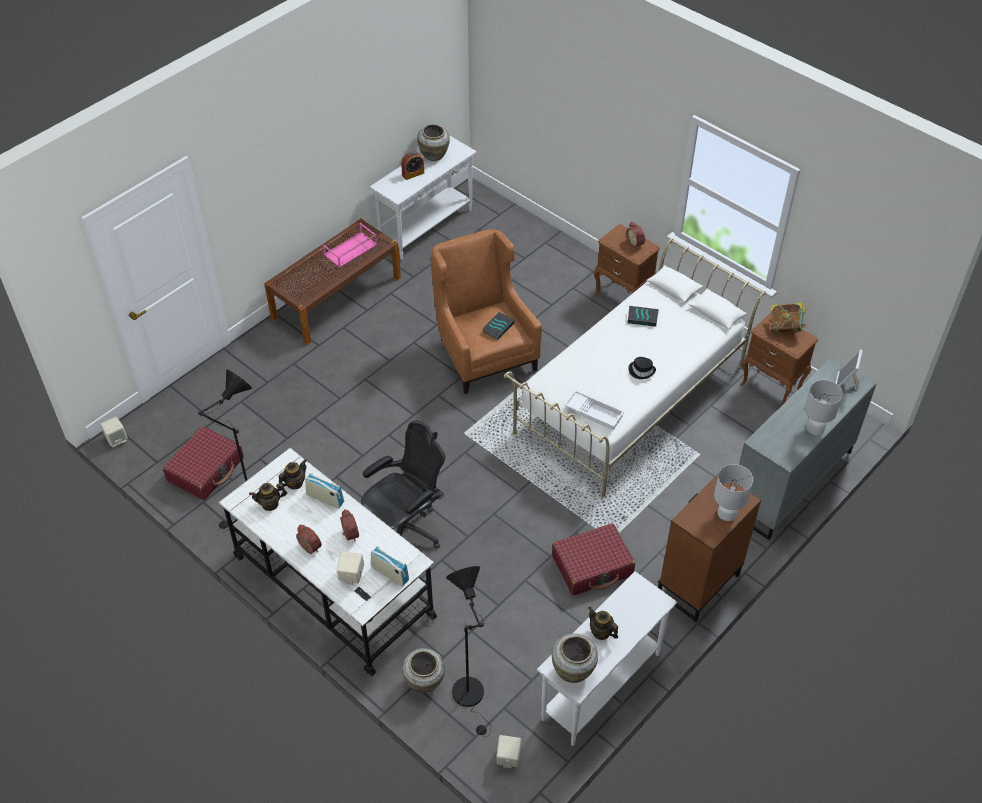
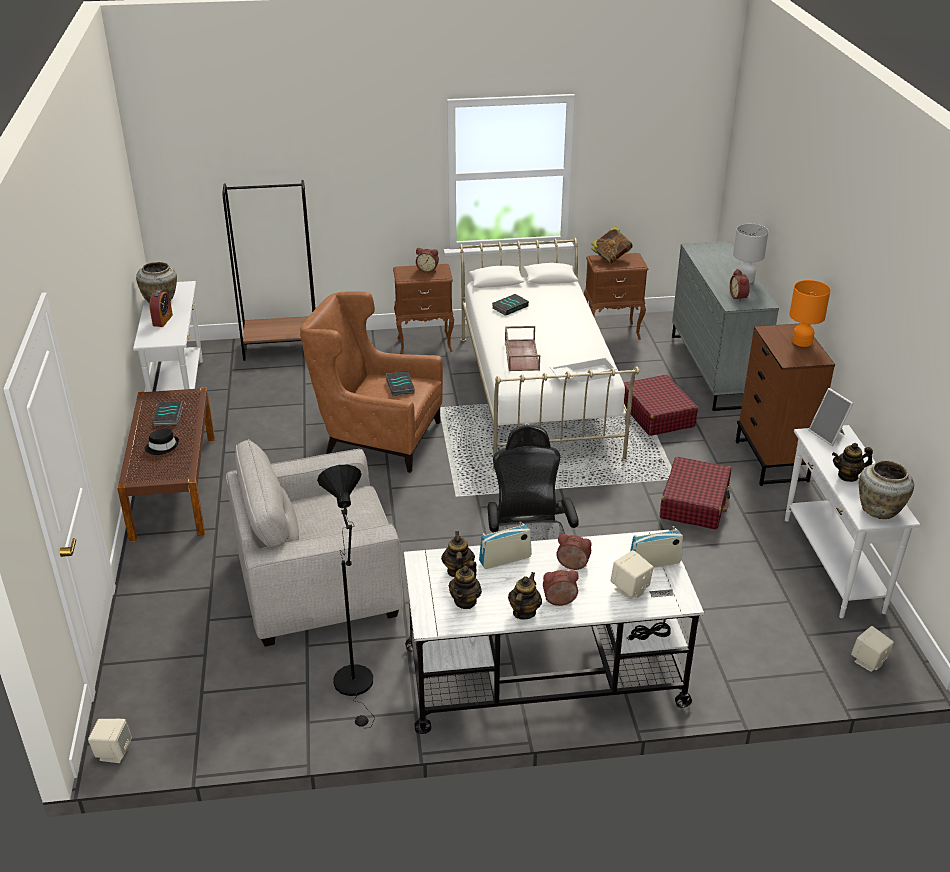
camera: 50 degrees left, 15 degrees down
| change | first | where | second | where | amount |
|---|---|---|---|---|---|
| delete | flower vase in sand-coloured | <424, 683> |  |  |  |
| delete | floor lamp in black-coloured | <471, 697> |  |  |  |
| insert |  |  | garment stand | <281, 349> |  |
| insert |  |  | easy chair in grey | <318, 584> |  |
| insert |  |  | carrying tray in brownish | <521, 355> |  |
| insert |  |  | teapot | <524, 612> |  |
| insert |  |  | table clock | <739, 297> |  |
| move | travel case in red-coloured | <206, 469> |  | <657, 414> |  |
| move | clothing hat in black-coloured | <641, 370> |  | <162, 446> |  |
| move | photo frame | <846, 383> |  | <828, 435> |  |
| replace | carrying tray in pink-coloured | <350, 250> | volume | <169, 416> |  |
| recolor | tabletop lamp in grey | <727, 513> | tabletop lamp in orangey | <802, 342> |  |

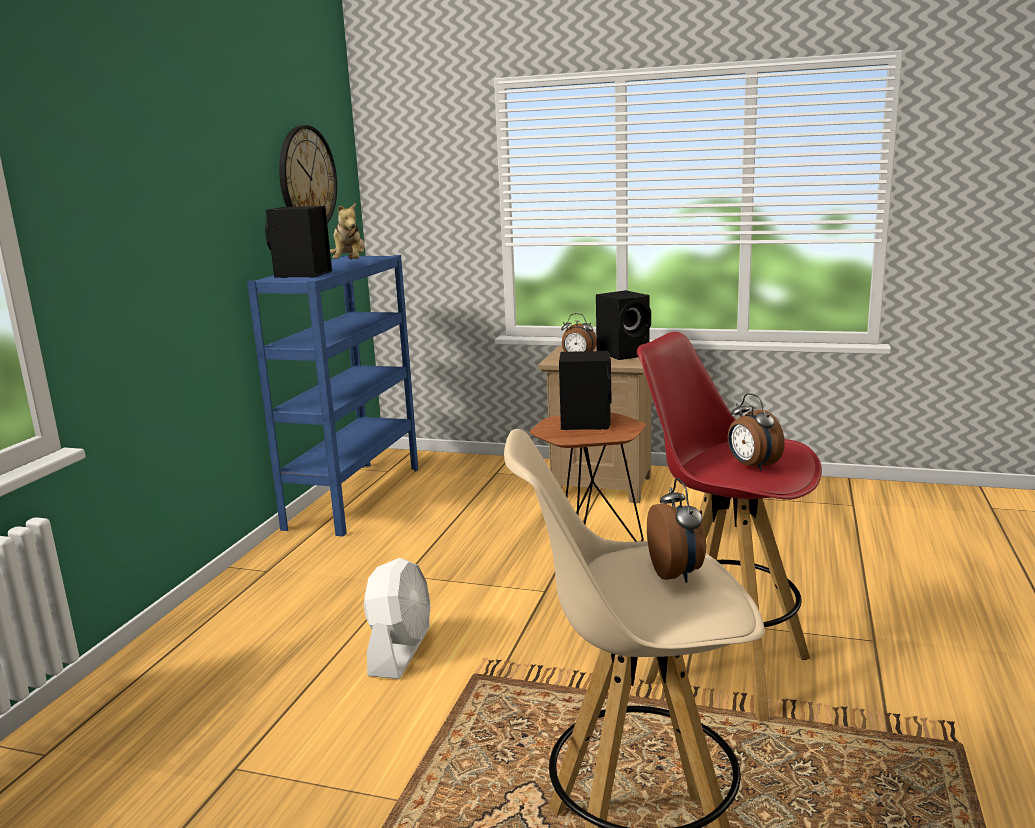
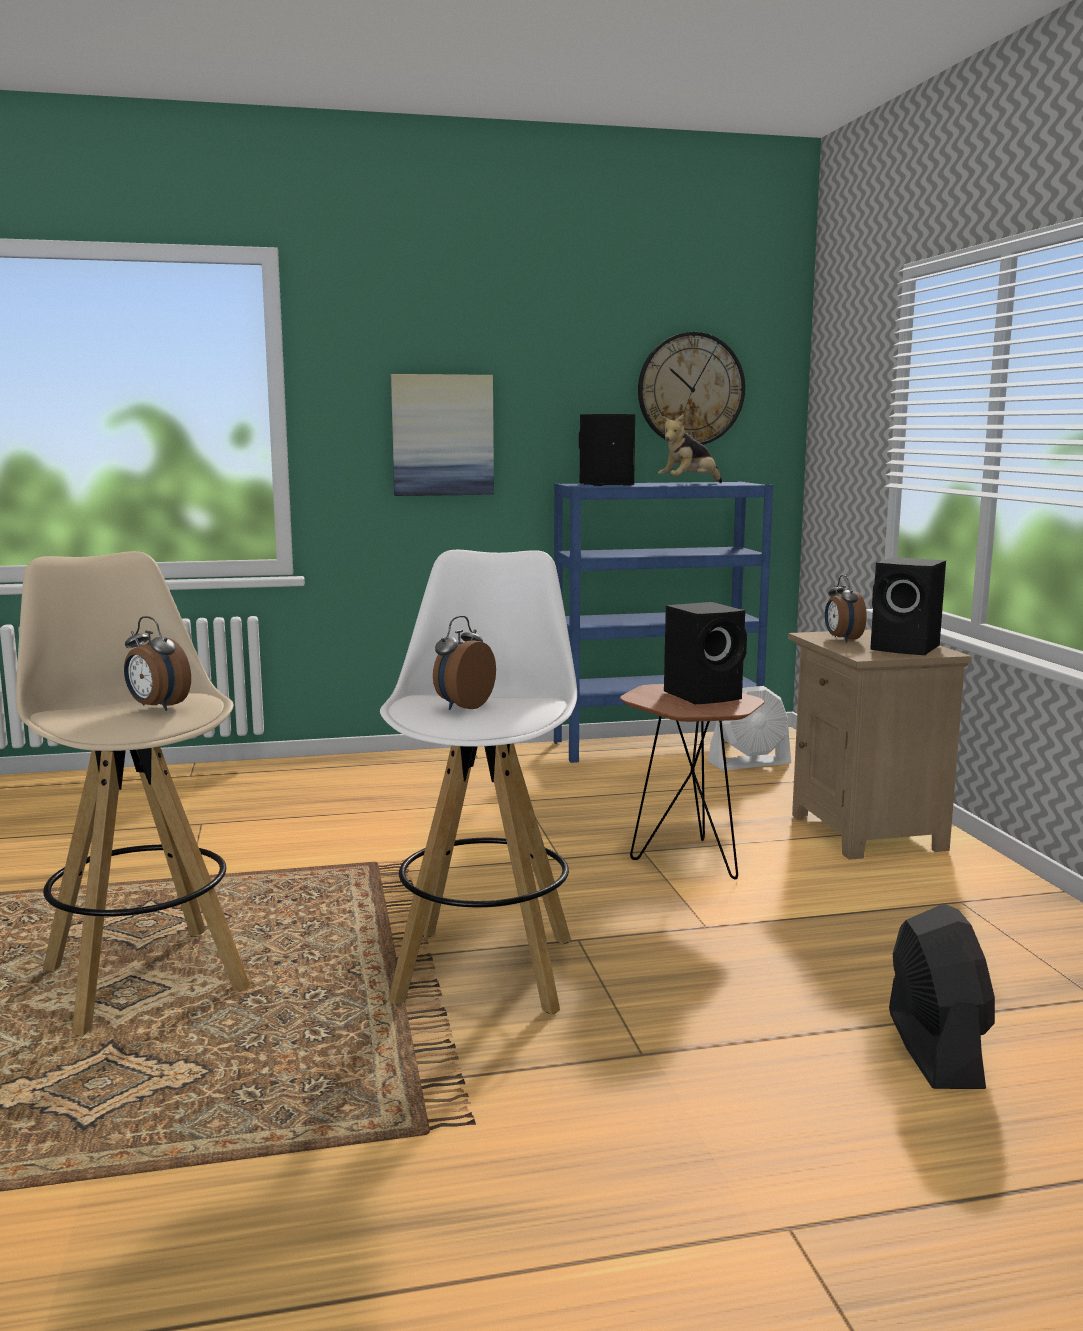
camera: 60 degrees right, 5 degrees down
| change | first | where | second | where | amount |
|---|---|---|---|---|---|
| insert |  |  | wall art | <442, 435> |  |
| insert |  |  | fan in black-coloured | <934, 1048> |  |
| move | fan in whitish | <400, 651> |  | <749, 763> |  |
| recolor | sitting stool in red-coloured | <723, 667> | sitting stool in whitish | <487, 968> |  |
| rotate | table clock | <677, 573> |  | <156, 707> | 75 degrees clockwise |

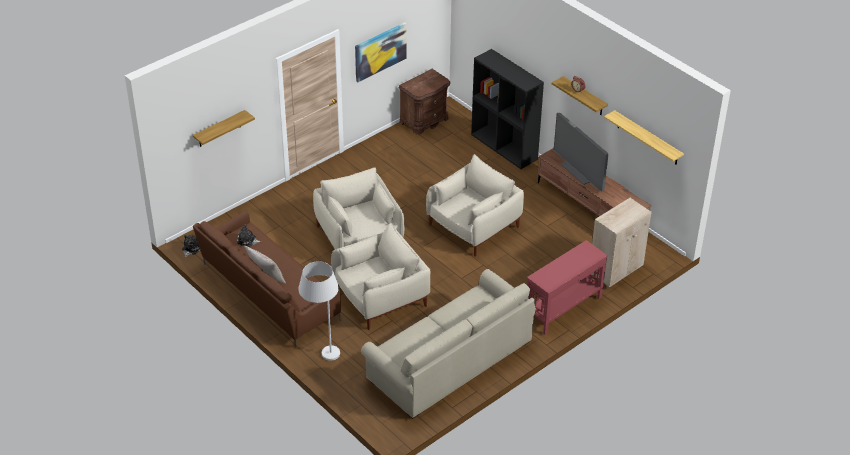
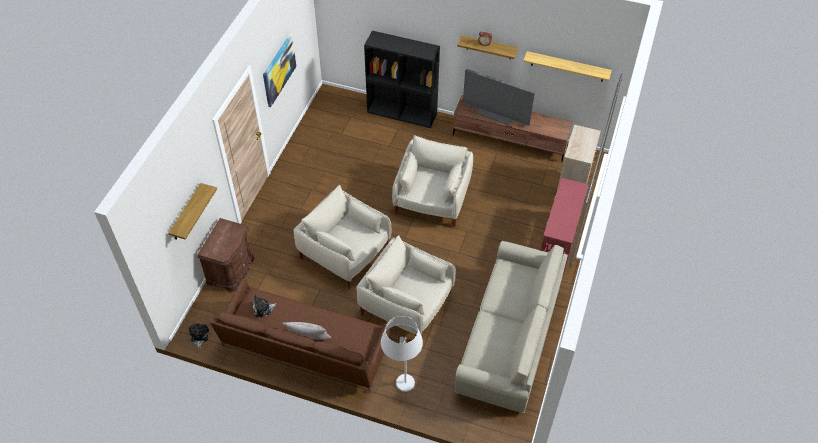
camera: 30 degrees left, 10 degrees up
| change | first | where | second | where | amount |
|---|---|---|---|---|---|
| move | nightstand in brownish | <425, 121> |  | <232, 270> |  |
| rotate | easy chair in sand-coloured | <381, 297> |  | <406, 303> | 90 degrees counterclockwise |

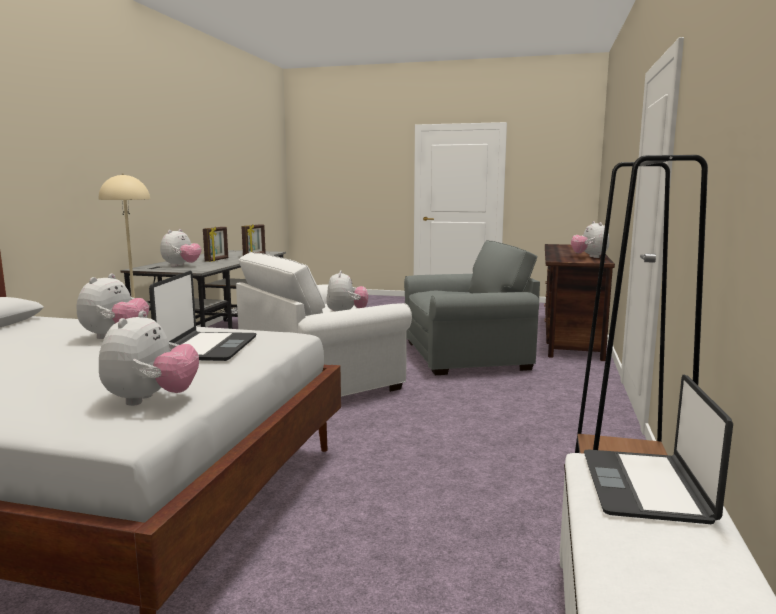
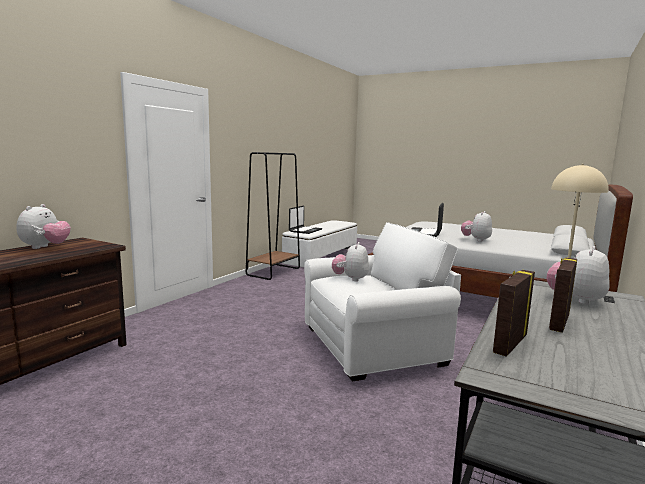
camera: 165 degrees left, 0 degrees up
| change | first | where | second | where | amount |
|---|---|---|---|---|---|
| delete | cuddly toy | <151, 400> |  |  |  |
| delete | easy chair in grey | <464, 355> |  |  |  |

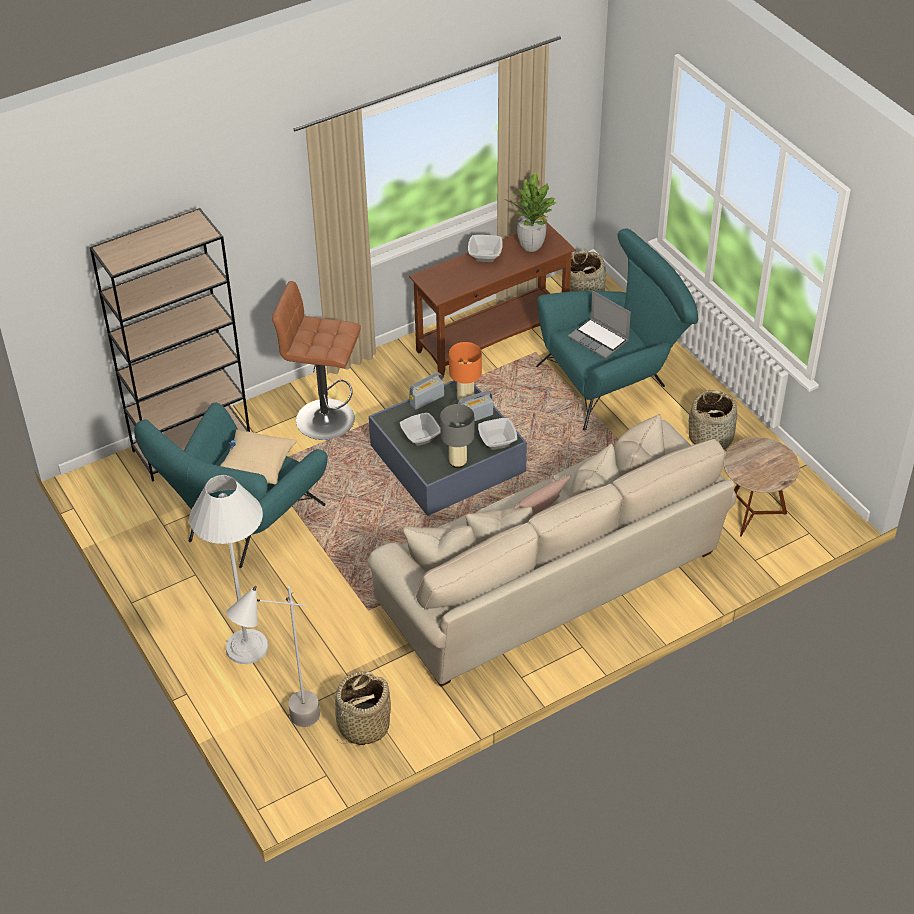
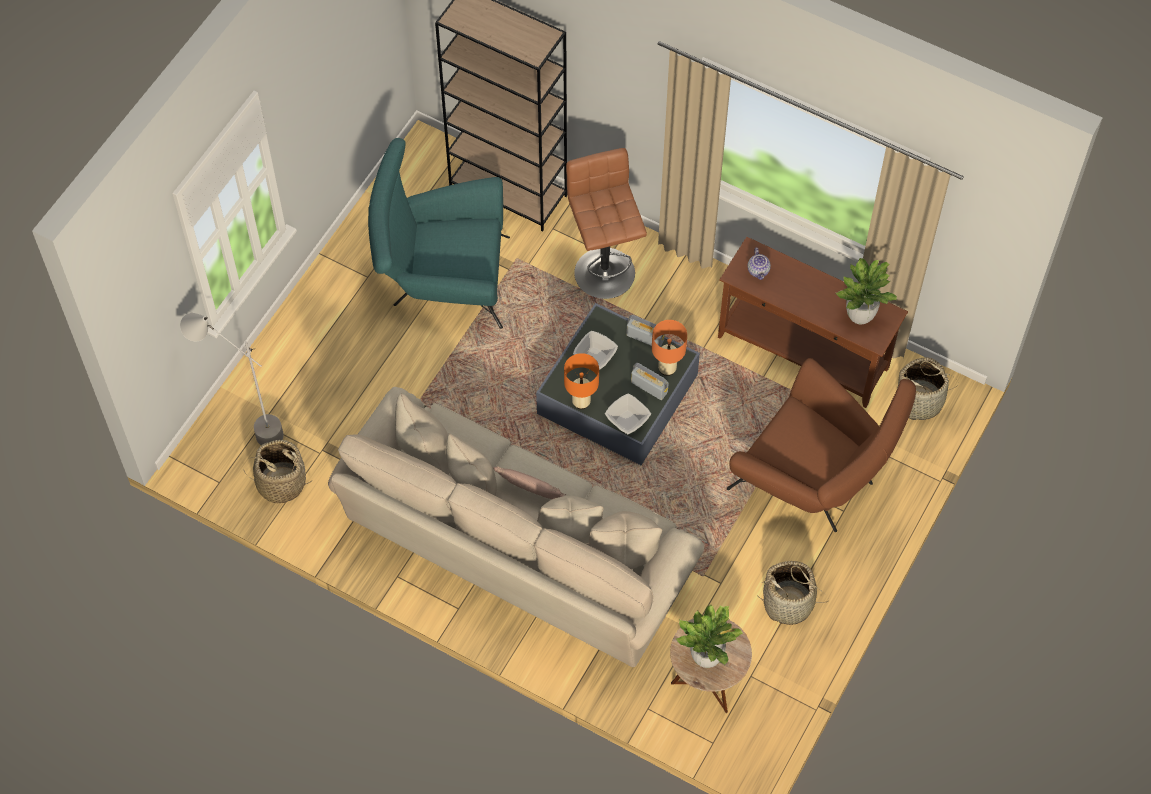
camera: 60 degrees right, 15 degrees up
| change | first | where | second | where | amount |
|---|---|---|---|---|---|
| delete | floor lamp in whitish | <246, 647> |  |  |  |
| delete | cushion in sand-coloured | <257, 466> |  |  |  |
| delete | serving bowl | <485, 255> |  |  |  |
| delete | portable computer | <599, 339> |  |  |  |
| insert |  |  | plant in a pot | <707, 657> |  |
| insert |  |  | teapot | <759, 271> |  |
| recolor | tabletop lamp in grey | <457, 462> | tabletop lamp in orangey | <581, 401> |  |
| recolor | easy chair in turquoise | <613, 380> | easy chair in brownish | <813, 483> |  |

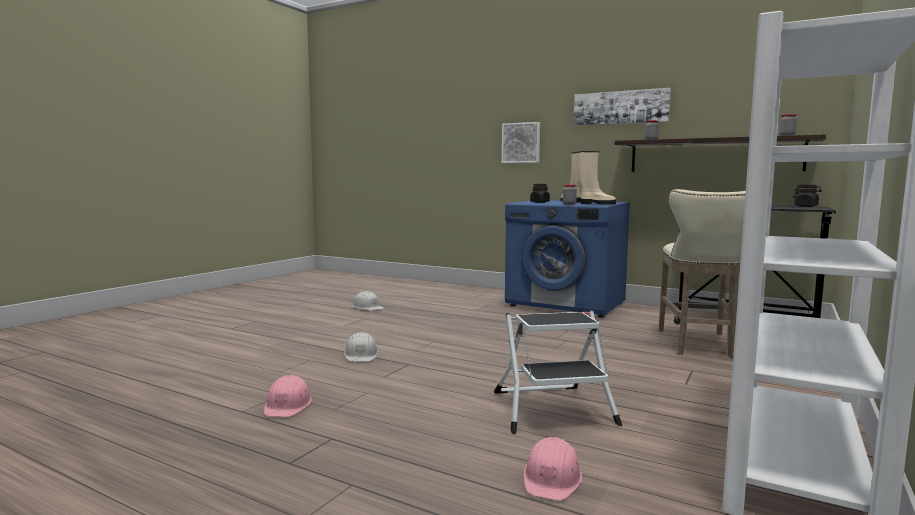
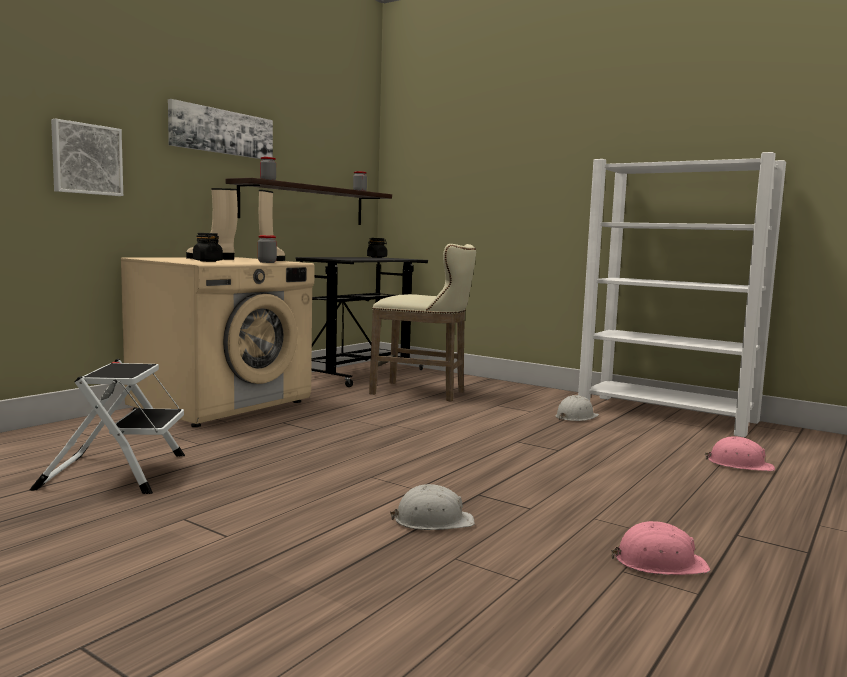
camera: 85 degrees left, 0 degrees up
| change | first | where | second | where | amount |
|---|---|---|---|---|---|
| move | work helmet in whitish | <367, 307> |  | <576, 417> |  |
| move | stepladder | <551, 409> |  | <115, 472> |  |
| recolor | laundry machine in bluish | <566, 305> | laundry machine in sand-coloured | <224, 406> |  |

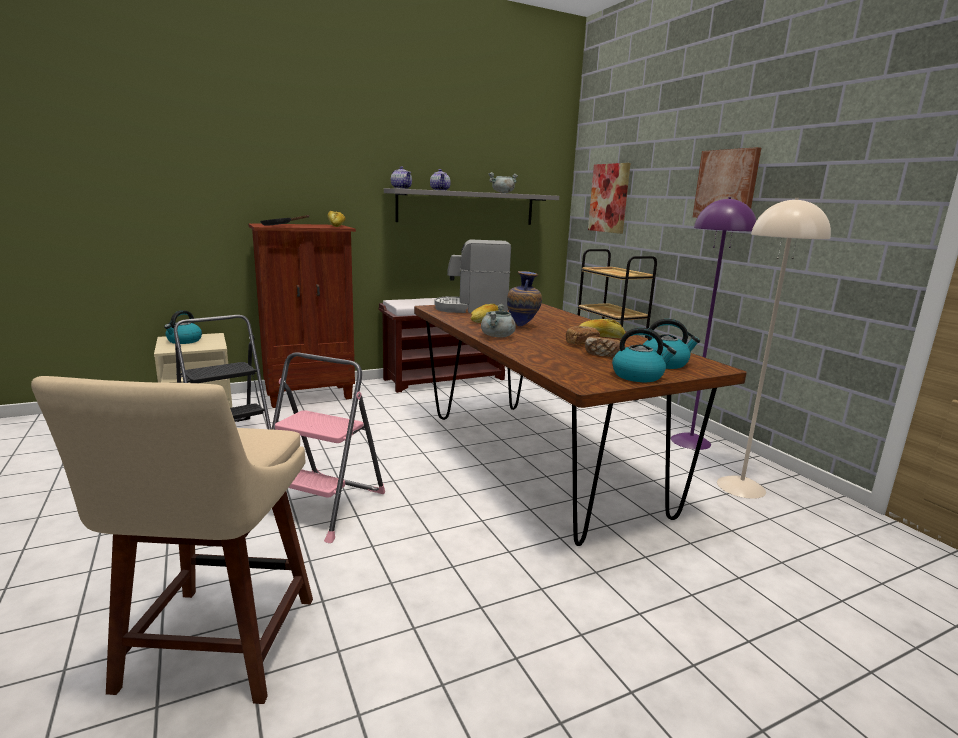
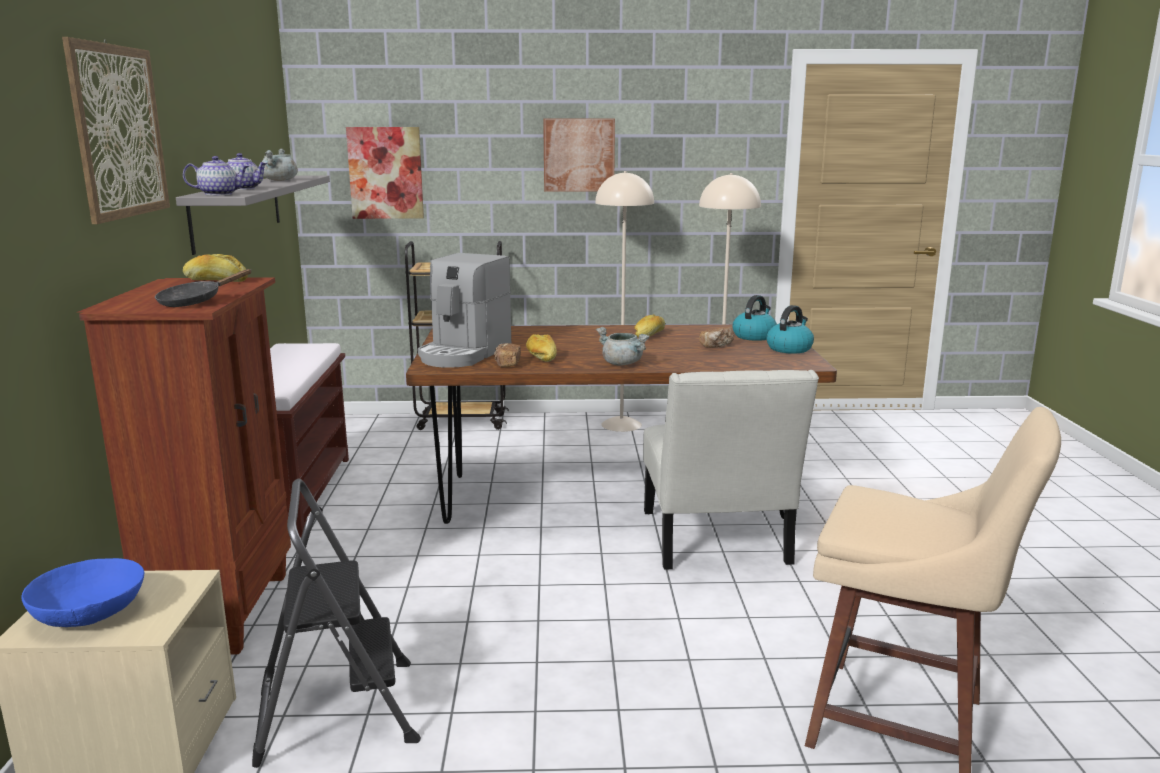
camera: 65 degrees left, 0 degrees up
| change | first | where | second | where | amount |
|---|---|---|---|---|---|
| delete | stepladder in pink-coloured | <326, 503> |  |  |  |
| delete | flower vase | <523, 326> |  |  |  |
| insert |  |  | wall art | <118, 129> |  |
| insert |  |  | chair in whitish | <715, 542> |  |
| move | bread | <581, 344> |  | <507, 364> |  |
| replace | kettle | <184, 341> | serving bowl in bluish | <90, 613> |  |
| recolor | floor lamp in purple | <690, 441> | floor lamp in sand-coloured | <621, 424> |  |

